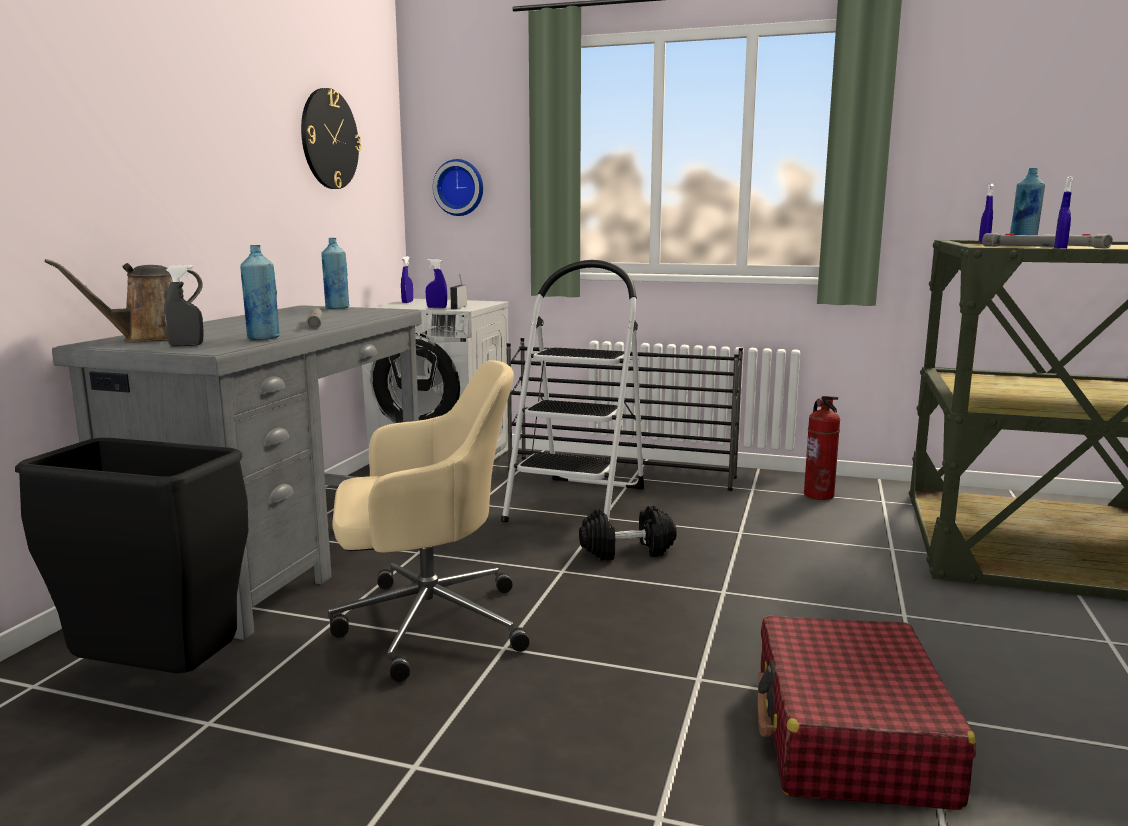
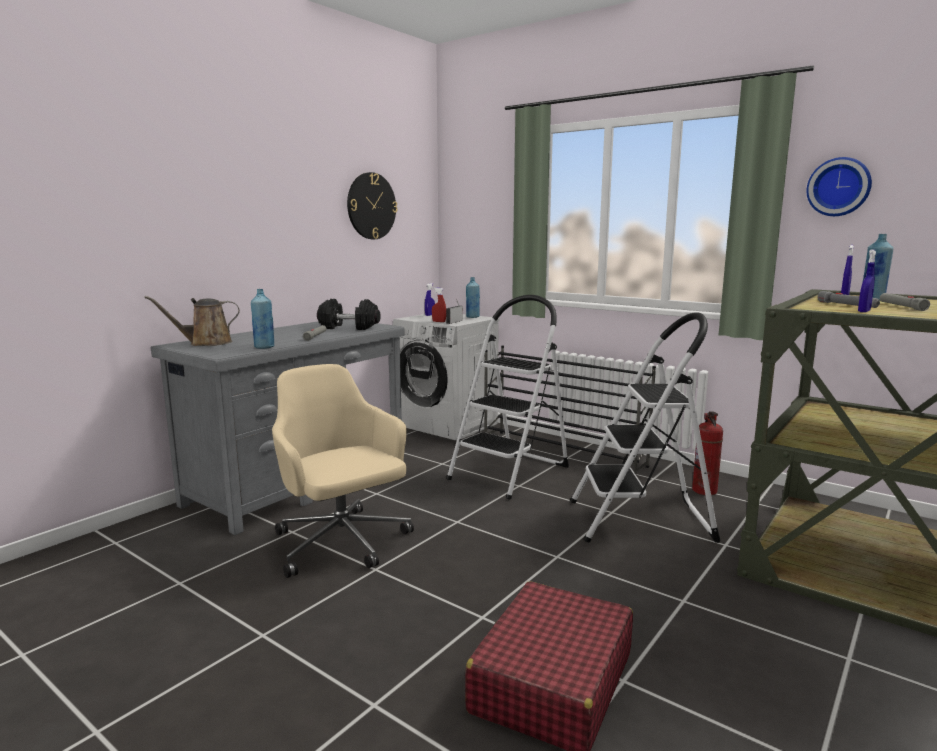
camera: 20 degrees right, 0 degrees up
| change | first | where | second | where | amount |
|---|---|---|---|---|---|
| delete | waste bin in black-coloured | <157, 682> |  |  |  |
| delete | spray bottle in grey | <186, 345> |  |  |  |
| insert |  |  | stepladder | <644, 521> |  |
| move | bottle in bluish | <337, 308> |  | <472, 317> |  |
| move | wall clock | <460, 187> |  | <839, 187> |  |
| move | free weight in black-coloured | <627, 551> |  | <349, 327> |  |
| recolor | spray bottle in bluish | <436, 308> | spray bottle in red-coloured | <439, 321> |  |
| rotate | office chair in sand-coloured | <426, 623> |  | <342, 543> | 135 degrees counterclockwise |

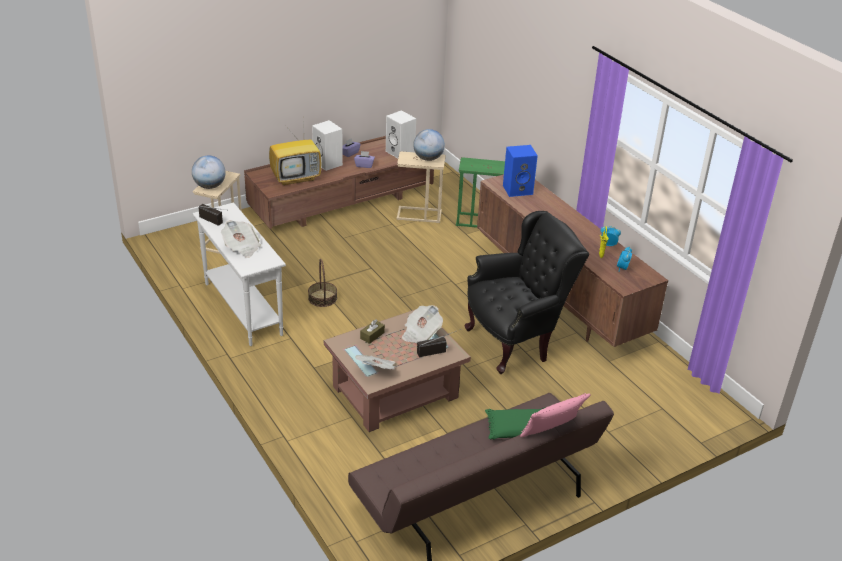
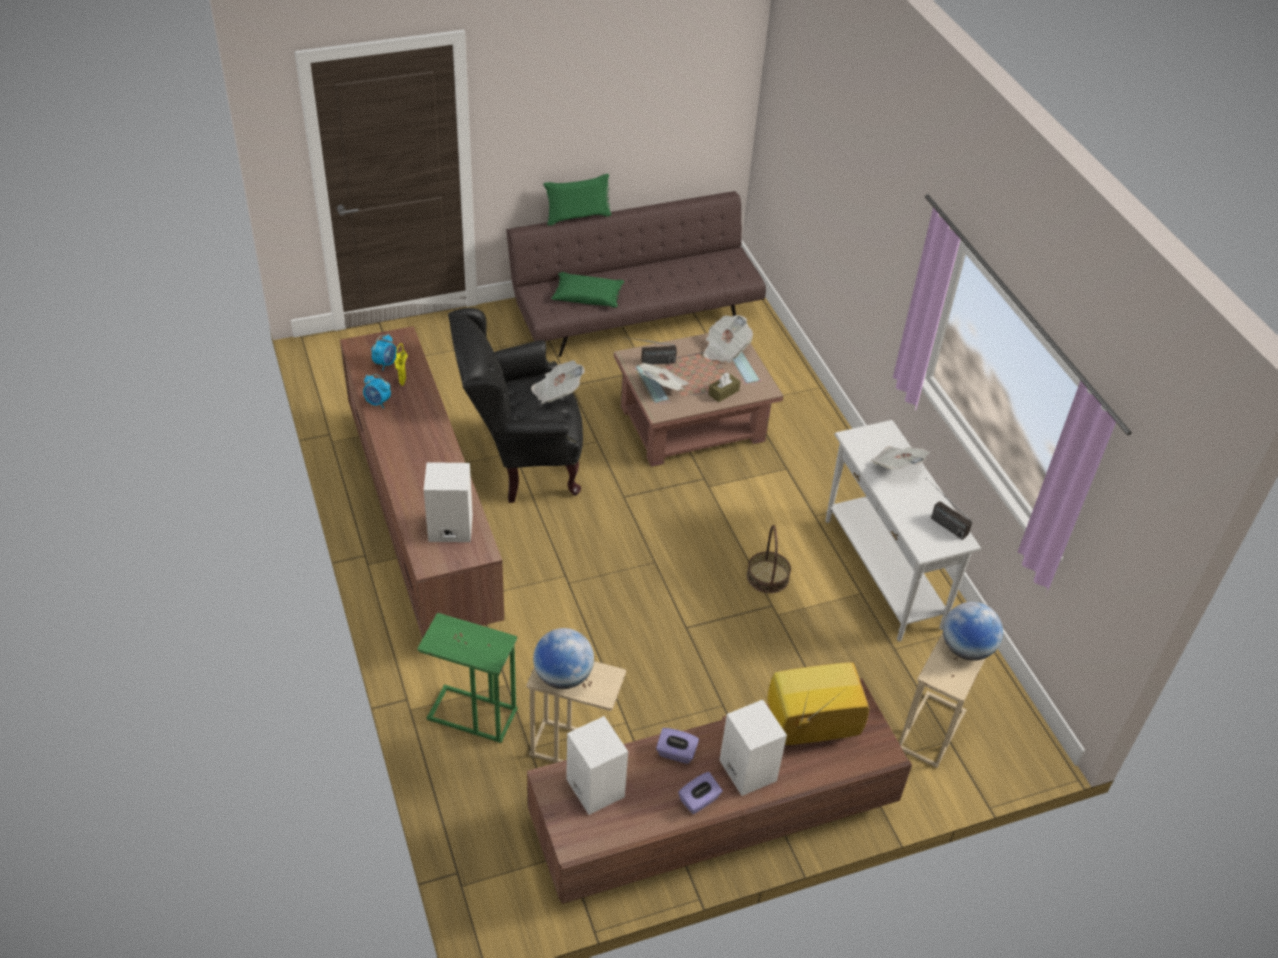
camera: 170 degrees left, 10 degrees up
| change | first | where | second | where | amount |
|---|---|---|---|---|---|
| insert |  |  | printed paper | <557, 392> |  |
| recolor | loudspeaker in bluish | <518, 189> | loudspeaker in whitish | <449, 529> |  |
| recolor | cushion in pink-coloured | <552, 431> | cushion in green-coloured | <577, 217> |  |

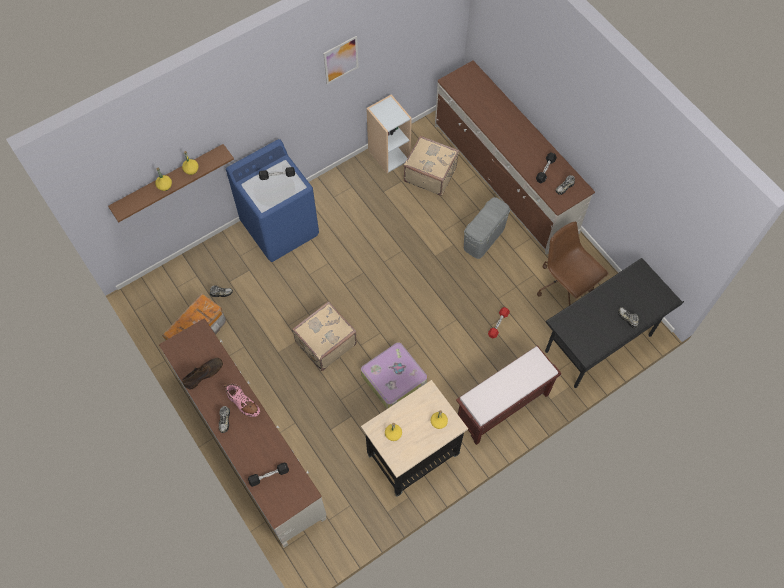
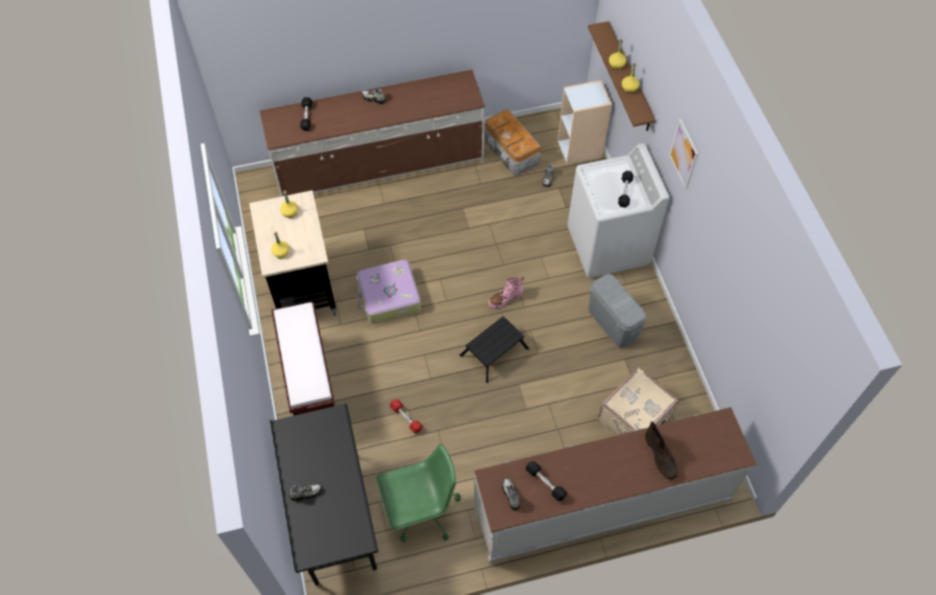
camera: 110 degrees right, 5 degrees down
| change | first | where | second | where | amount |
|---|---|---|---|---|---|
| delete | travel case in sand-coloured | <325, 342> |  |  |  |
| insert |  |  | stepladder in black-coloured | <494, 352> |  |
| move | boot in brownish | <204, 374> |  | <660, 456> |  |
| move | boot in pink-coloured | <243, 403> |  | <505, 298> |  |
| move | wall art | <341, 60> |  | <683, 154> |  |
| move | shelving unit | <389, 154> |  | <580, 149> |  |
| move | storage container in grey | <484, 238> |  | <613, 323> |  |
| recolor | laundry machine in bluish | <280, 228> | laundry machine in whitish | <608, 246> |  |
| recolor | office chair in brownish | <565, 288> | office chair in green-coloured | <421, 512> |  |

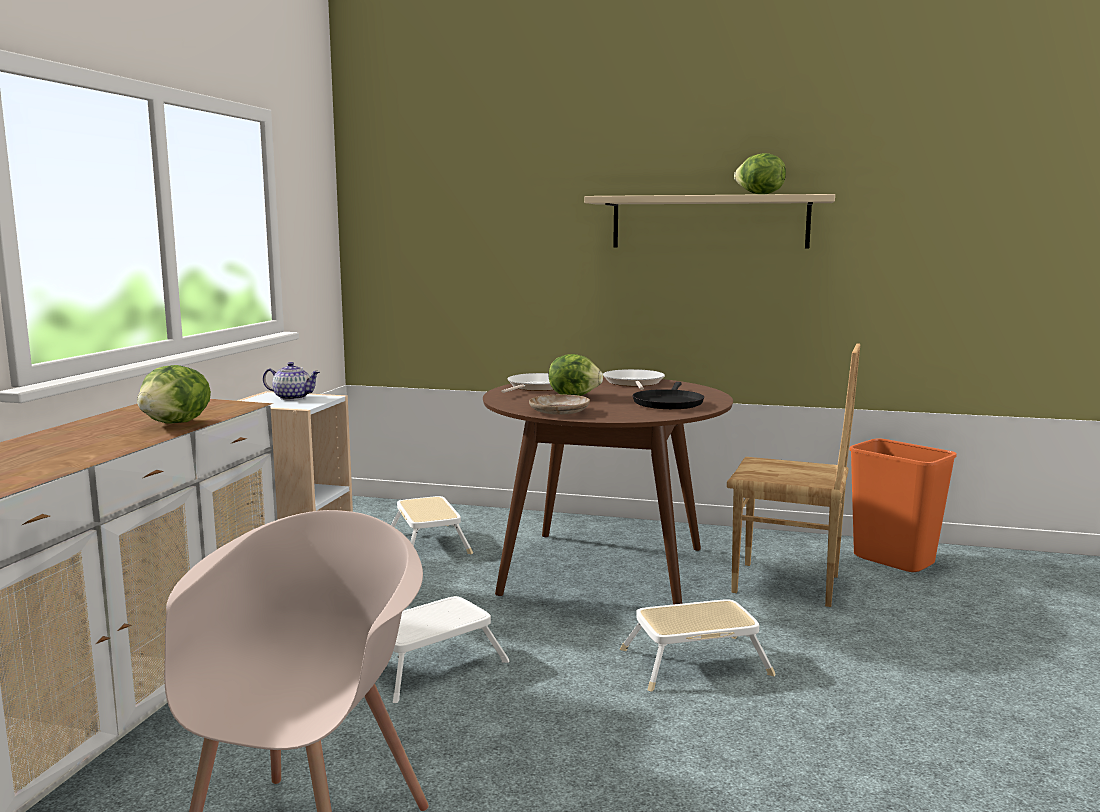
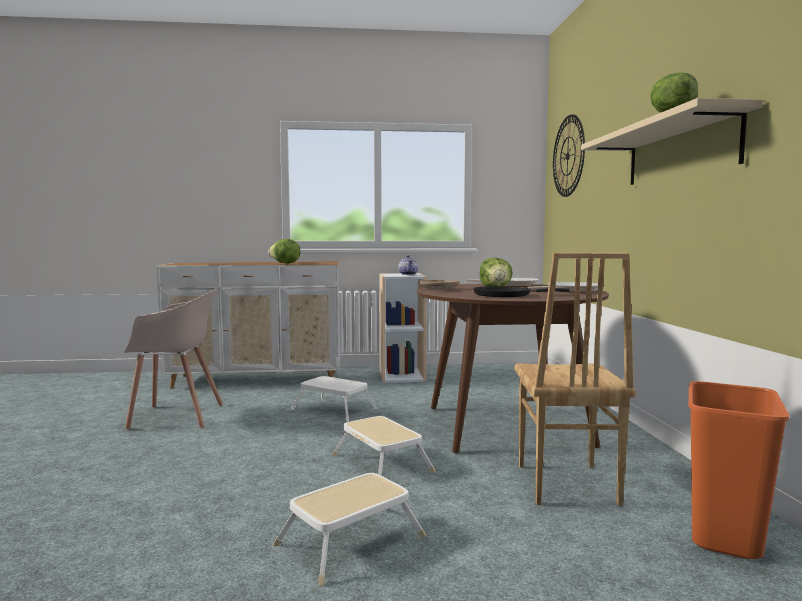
camera: 70 degrees right, 5 degrees down
| change | first | where | second | where | amount |
|---|---|---|---|---|---|
| insert |  |  | wall clock | <568, 156> |  |
| move | stepladder in sand-coloured | <428, 542> |  | <350, 540> |  |

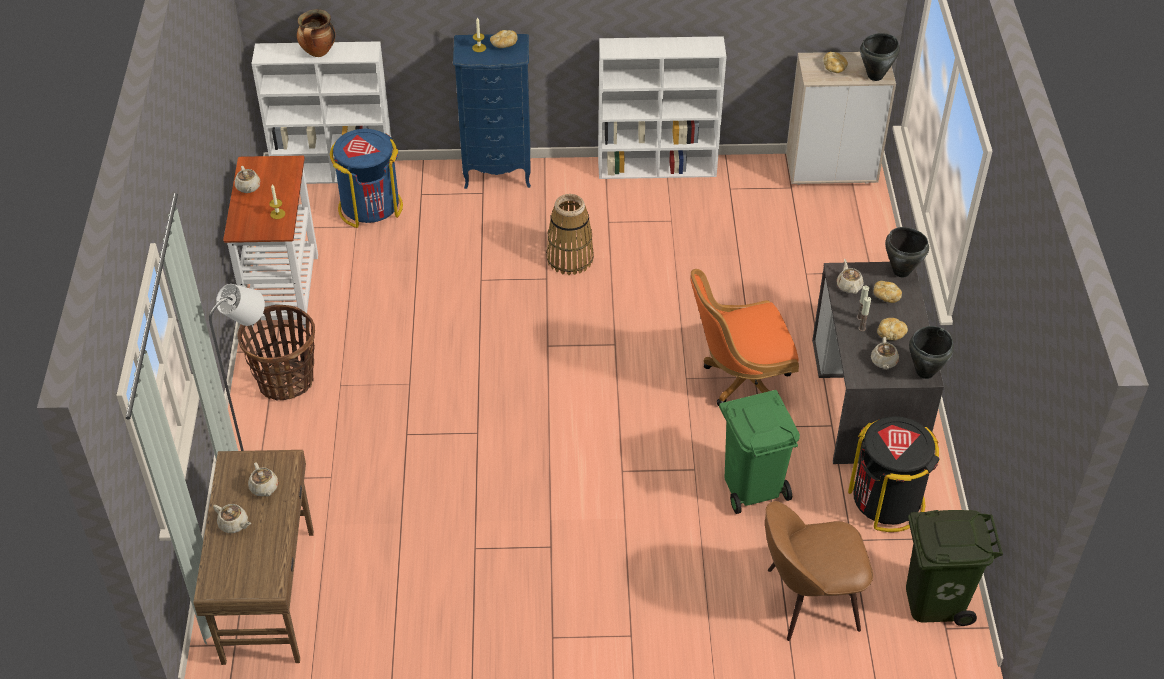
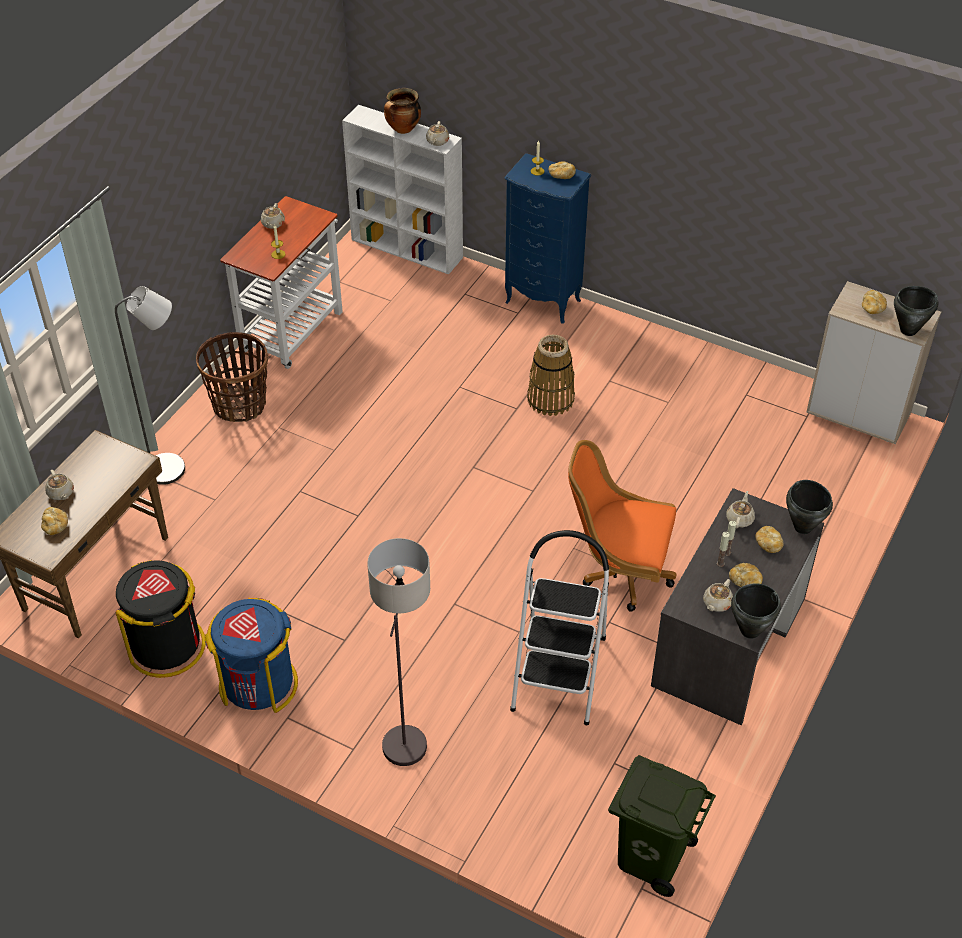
camera: 30 degrees right, 0 degrees up
| change | first | where | second | where | amount |
|---|---|---|---|---|---|
| delete | shelving unit in whitish | <658, 167> |  |  |  |
| delete | chair in brownish | <808, 600> |  |  |  |
| insert |  |  | bread | <55, 526> |  |
| insert |  |  | floor lamp in grey | <407, 735> |  |
| move | teapot in sand-coloured | <264, 488> |  | <437, 141> |  |
| move | waste bin in bluish | <370, 207> |  | <258, 684> |  |
| move | waste bin in black-coloured | <887, 501> |  | <167, 646> |  |
| replace | waste bin in green-coloured | <753, 486> | stepladder | <560, 671> |  |

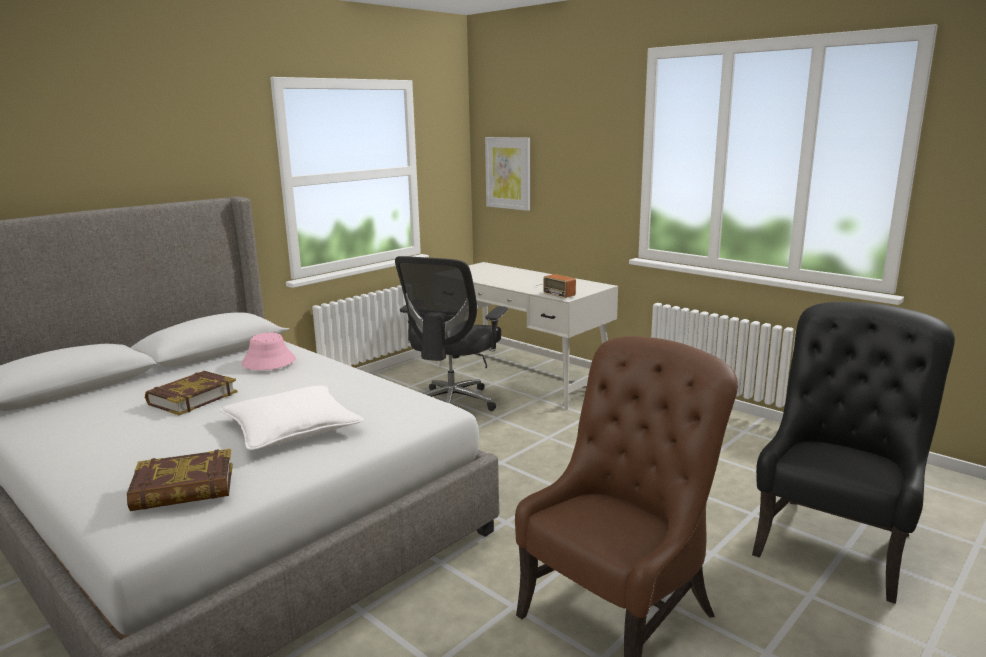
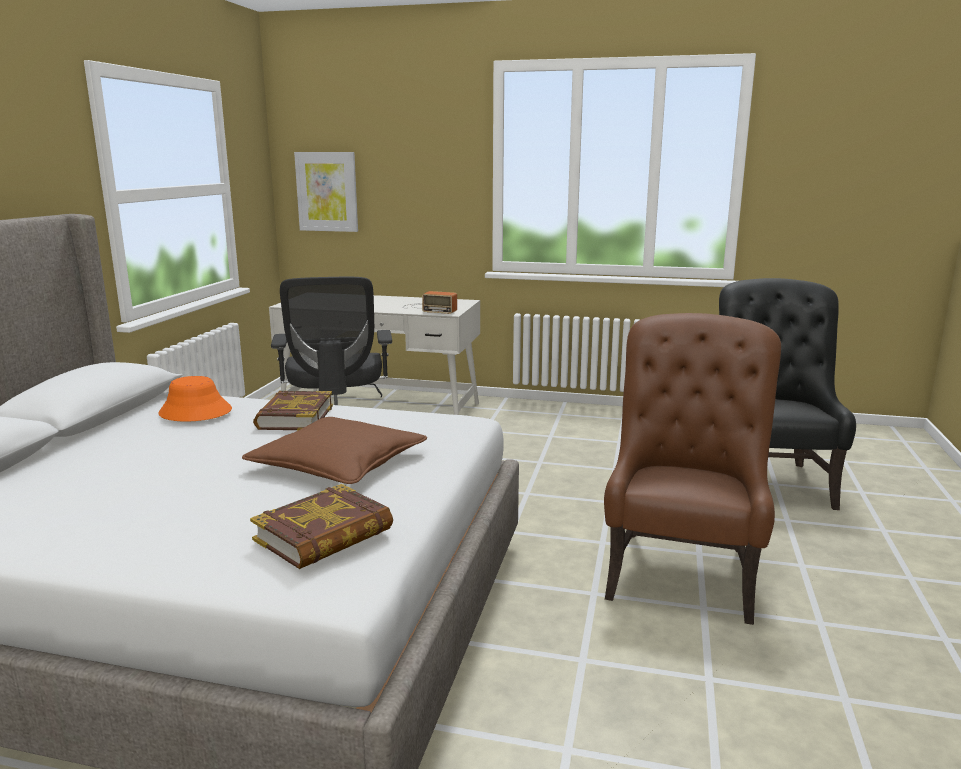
camera: 30 degrees left, 0 degrees up
| change | first | where | second | where | amount |
|---|---|---|---|---|---|
| move | volume | <192, 398> |  | <294, 417> |  |
| recolor | cushion in whitish | <291, 427> | cushion in brownish | <338, 462> |  |
| recolor | clothing hat in pink-coloured | <268, 362> | clothing hat in orangey | <195, 412> |  |

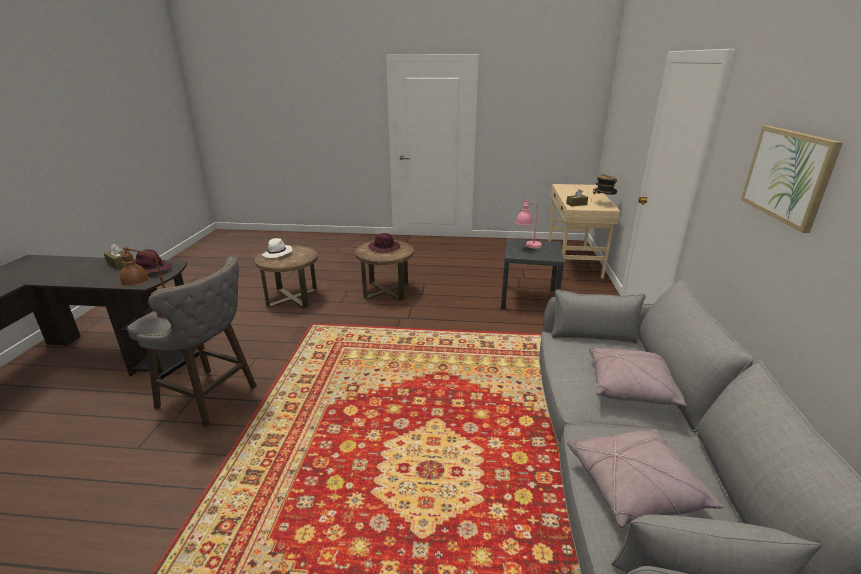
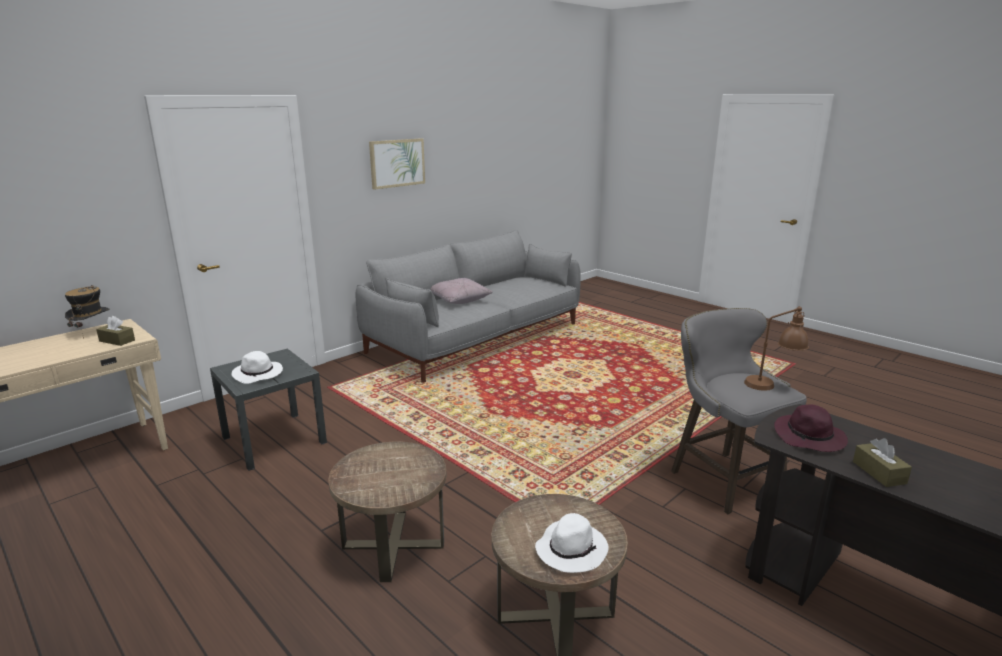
camera: 140 degrees left, 5 degrees down
| change | first | where | second | where | amount |
|---|---|---|---|---|---|
| delete | clothing hat in purple | <385, 248> |  |  |  |
| delete | cushion in purple | <635, 486> |  |  |  |
| replace | tabletop lamp in pink-coloured | <527, 246> | clothing hat in whitish | <258, 374> |  |

